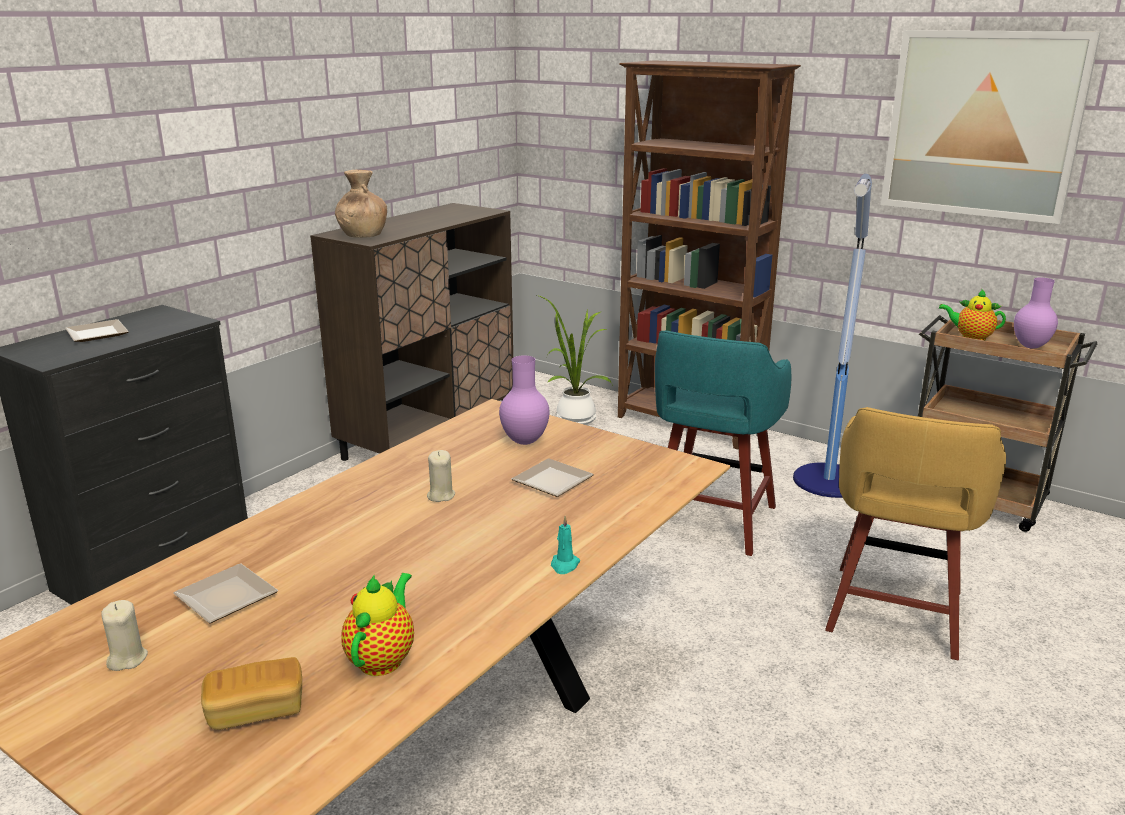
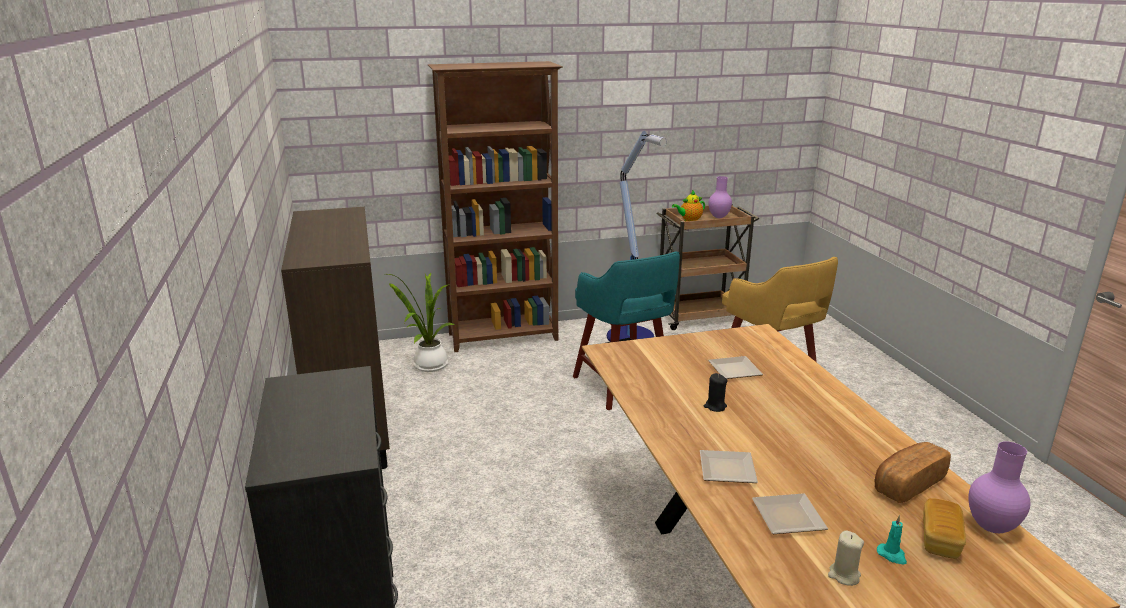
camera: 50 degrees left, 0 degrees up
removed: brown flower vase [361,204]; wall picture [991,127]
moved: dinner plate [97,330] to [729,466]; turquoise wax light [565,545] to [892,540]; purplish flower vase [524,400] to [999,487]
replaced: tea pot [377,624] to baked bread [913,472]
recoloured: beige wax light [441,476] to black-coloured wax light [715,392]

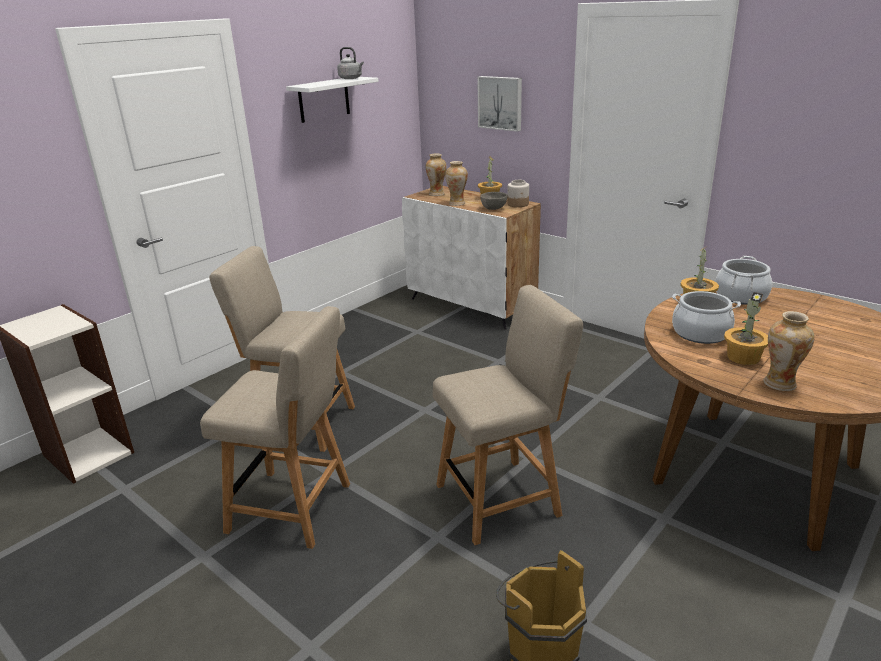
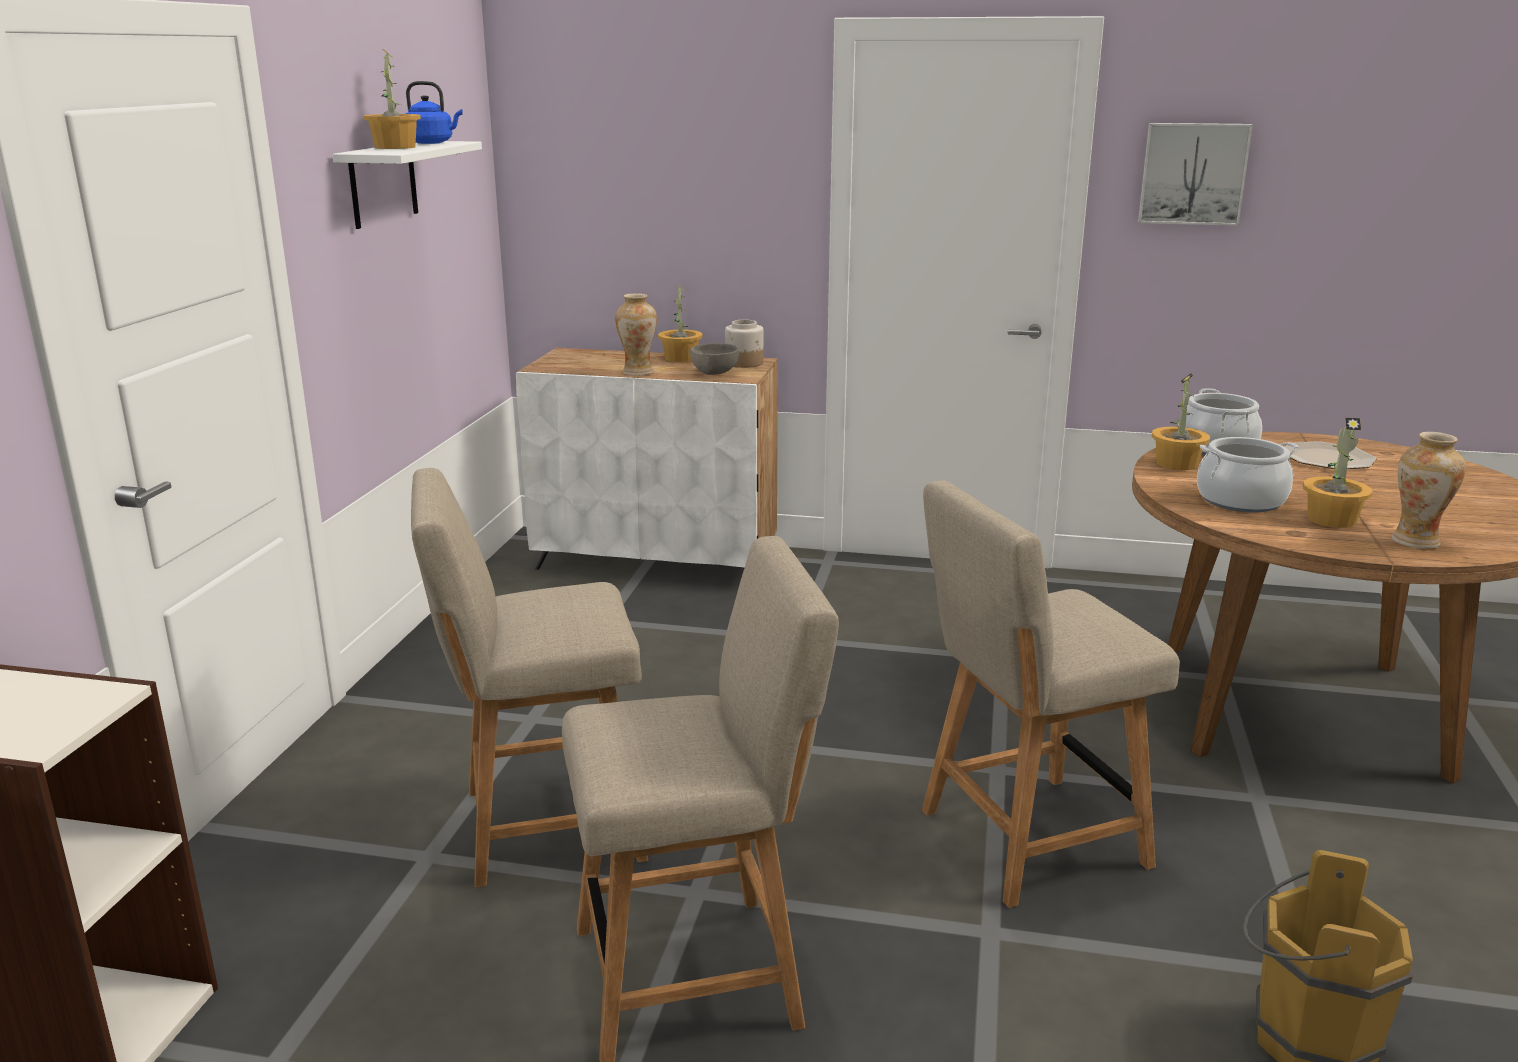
camera: 30 degrees left, 5 degrees down
removed: flower vase [436,174]
added: potted plant [392,99]; dinner plate [1331,455]
moved: wall picture [499,104] to [1195,174]
recoloured: grey kettle [350,63] to blue kettle [434,112]
turned: beige chair [508,415] = [1051,694] 150 degrees counterclockwise

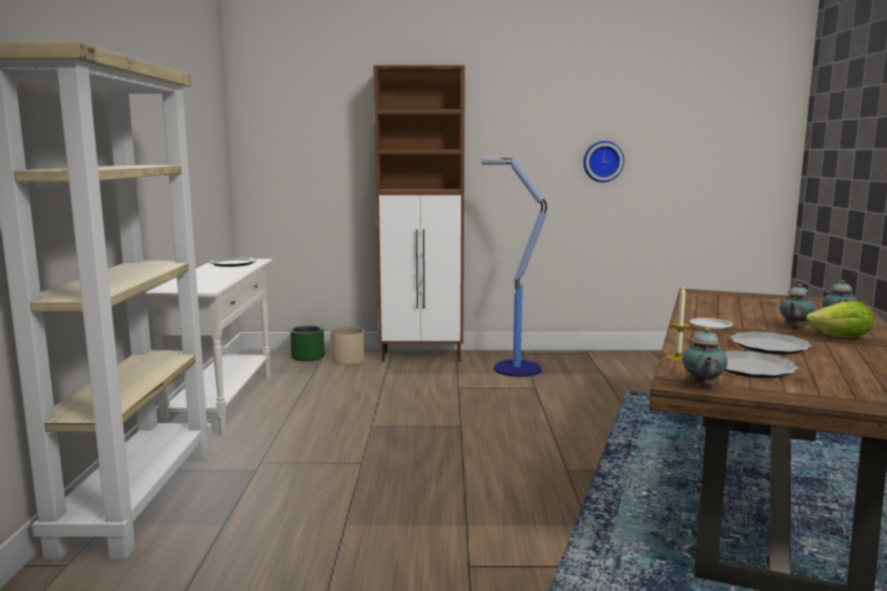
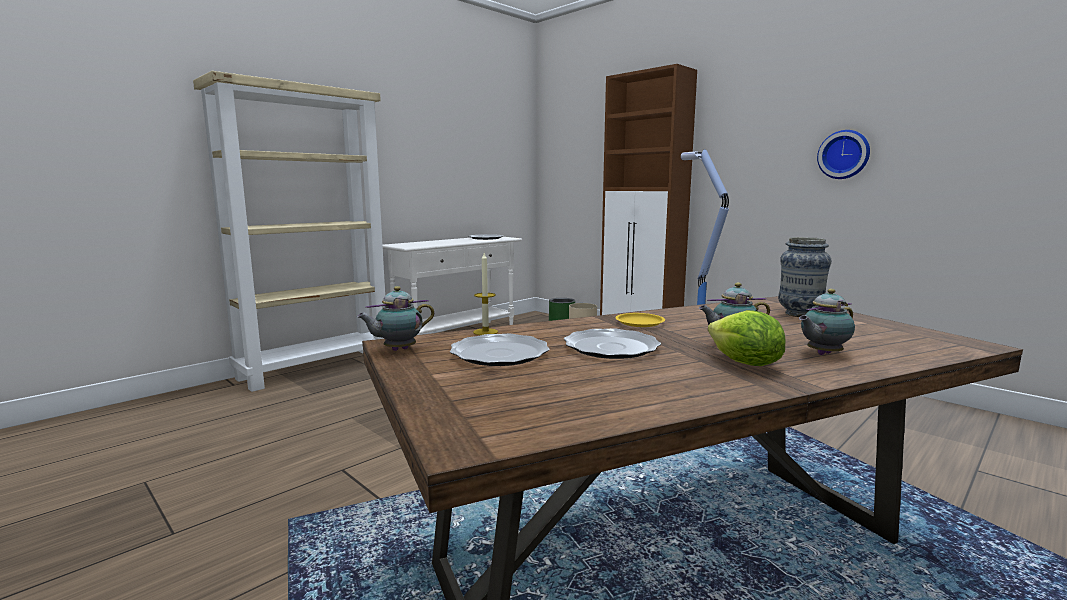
camera: 45 degrees right, 0 degrees up
added: flower vase [804,277]
recoloured: white-coloured dinner plate [711,324] to yellow dinner plate [640,320]

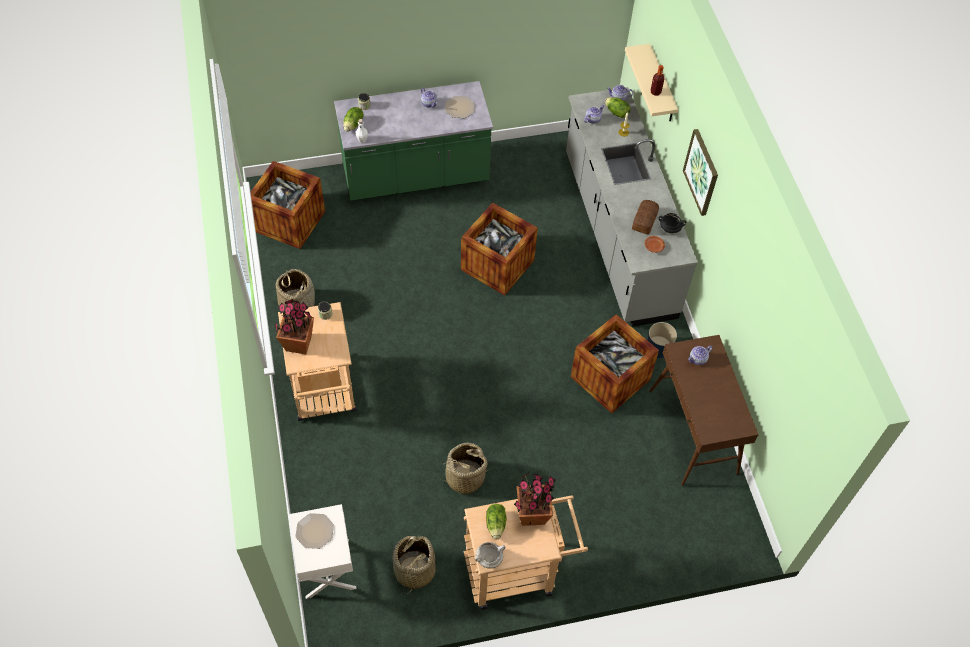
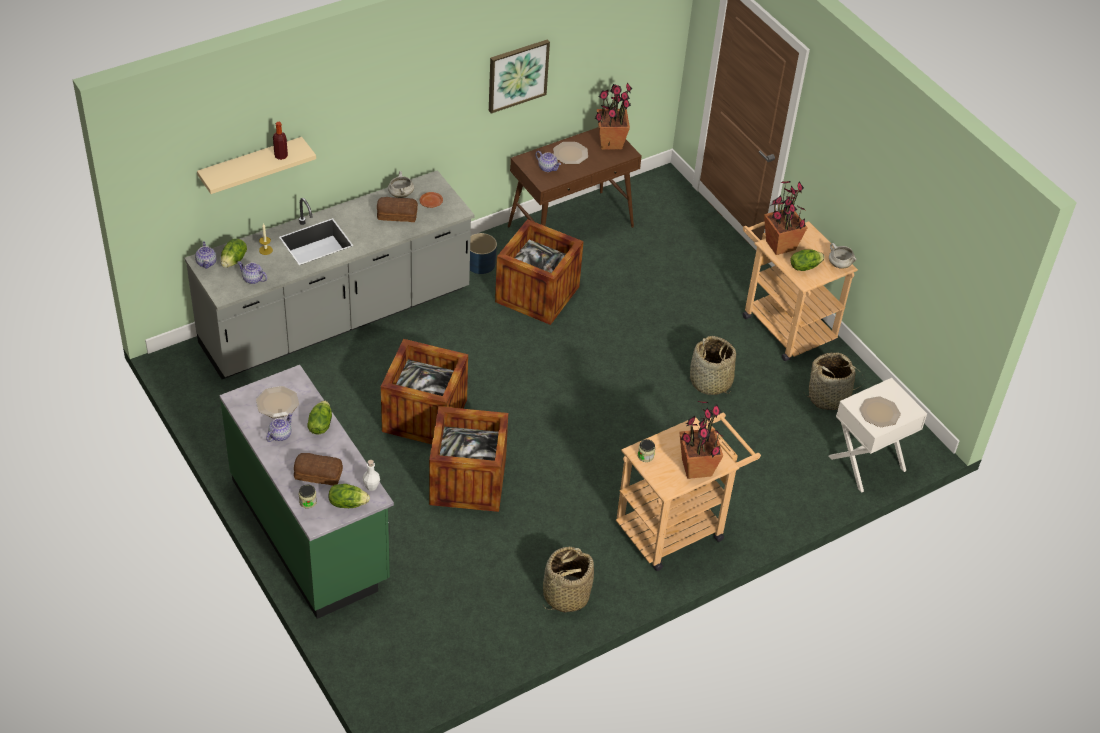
camera: 110 degrees left, 10 degrees down
added: baked bread [318,469]; lettuce [319,418]; dinner plate [570,153]; potted plant [613,116]
moved: shipping crate [288,205] to [468,459]; wall picture [700,172] to [519,77]
recoloured: black-coloured saucepot [672,223] to white-coloured saucepot [401,184]

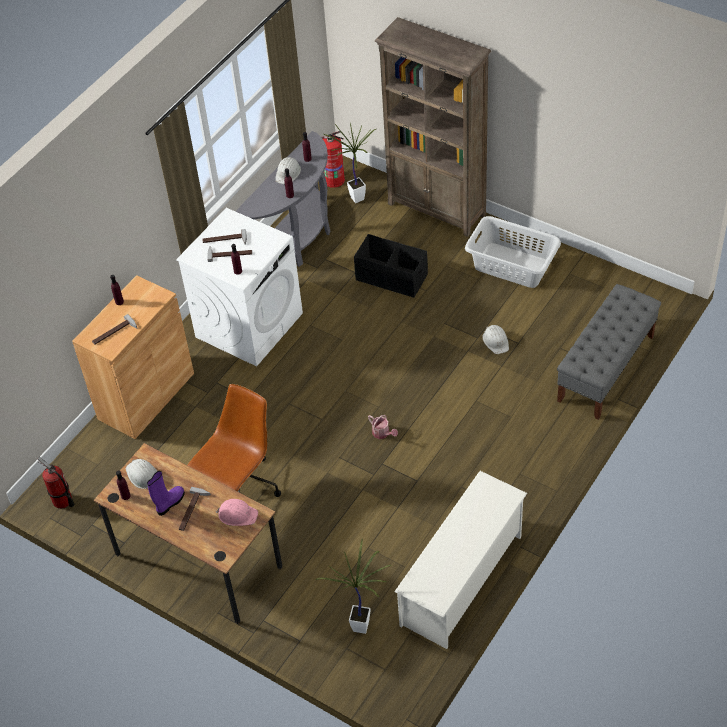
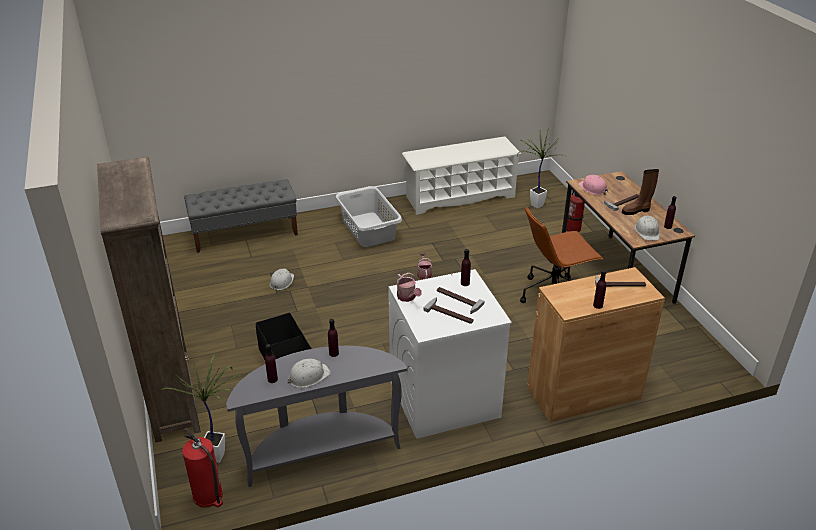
camera: 145 degrees left, 15 degrees down
added: watering can [409,287]
moved: grey laundry basket [513,252] to [368,216]; extinguisher [56,483] to [575,211]
recoloured: purplish boot [166,493] to brown boot [640,192]

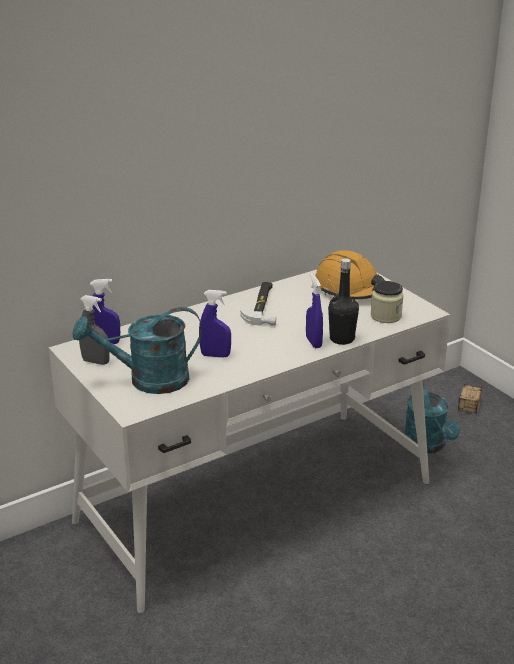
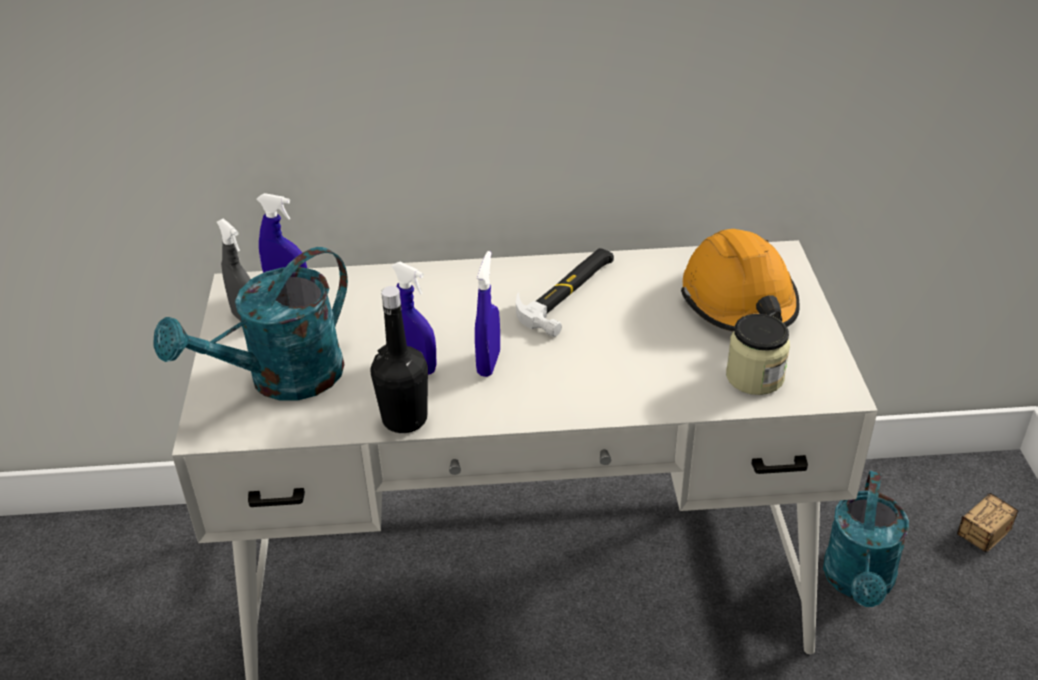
camera: 30 degrees right, 10 degrees up
moved: black-coloured drink bottle [343,301] to [399,359]; blue spray bottle [314,311] to [487,314]
turned: turquoise watering can [137,350] = [251,324] 60 degrees counterclockwise

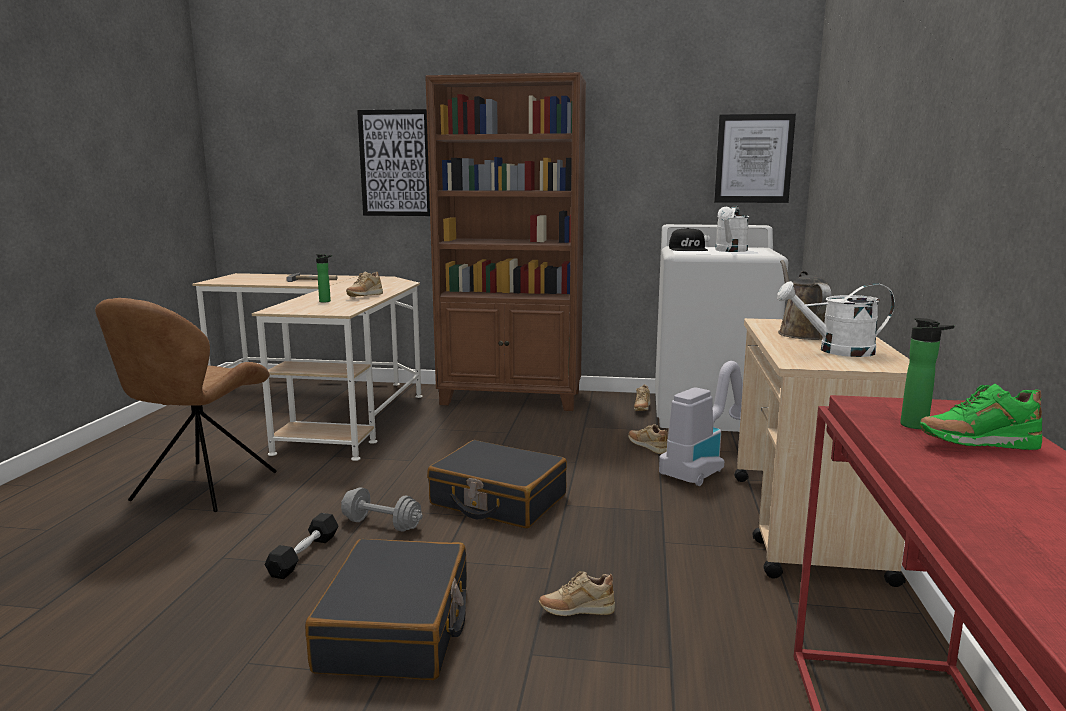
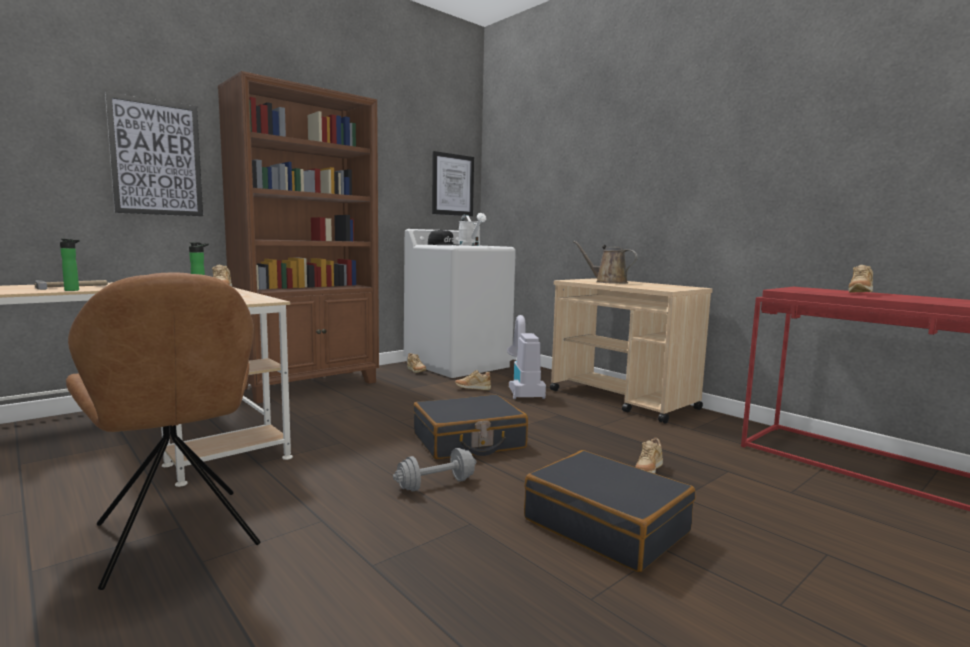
camera: 50 degrees left, 5 degrees down
removed: black-coloured hand weight [301,546]; white-coloured watering can [836,319]
moved: drink bottle [927,373] to [70,265]
recoloured: green-coloured low shoe [981,417] to beige low shoe [861,279]

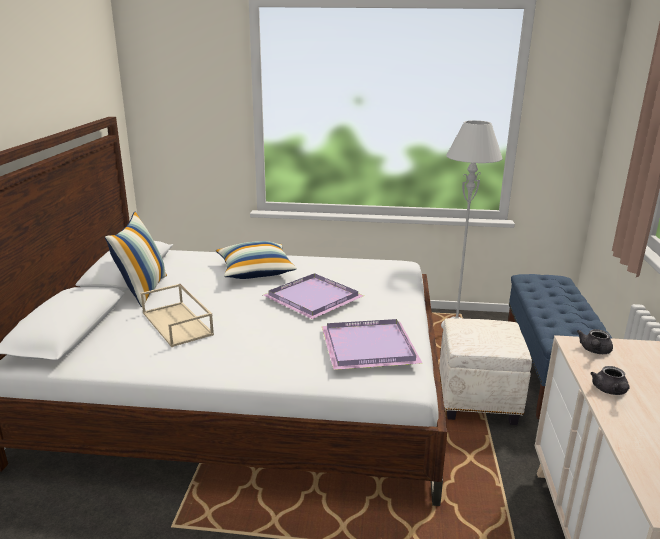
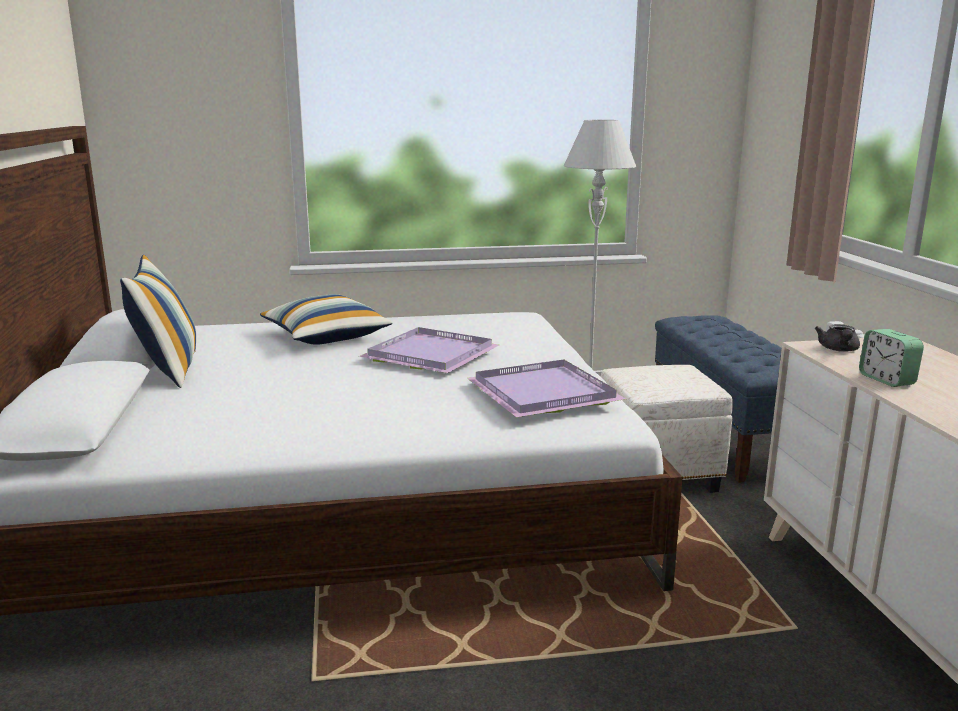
camera: 15 degrees left, 5 degrees down
removed: beige tray [177,315]
replaced: grey tea pot [610,380] to table clock [891,358]

